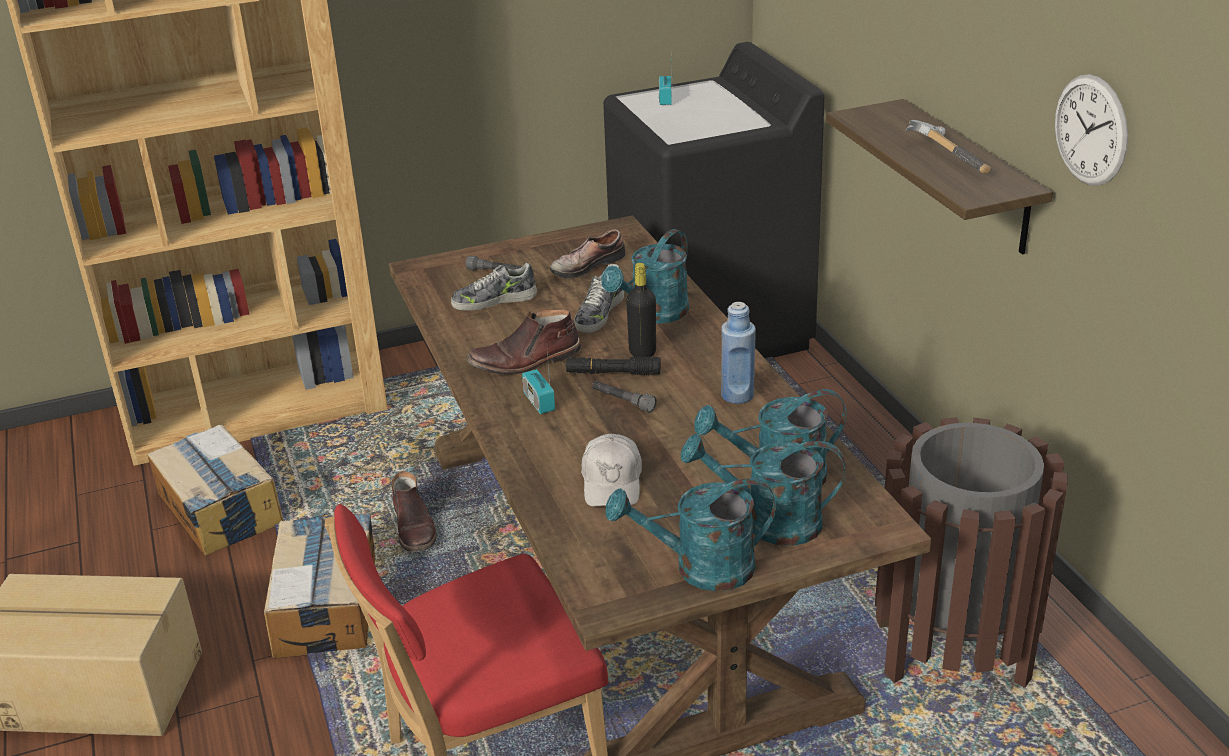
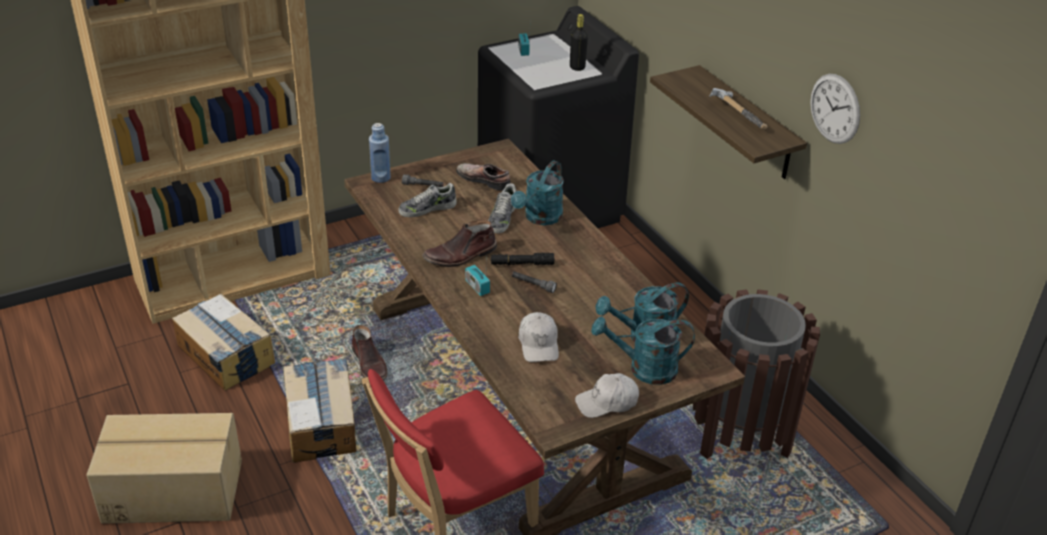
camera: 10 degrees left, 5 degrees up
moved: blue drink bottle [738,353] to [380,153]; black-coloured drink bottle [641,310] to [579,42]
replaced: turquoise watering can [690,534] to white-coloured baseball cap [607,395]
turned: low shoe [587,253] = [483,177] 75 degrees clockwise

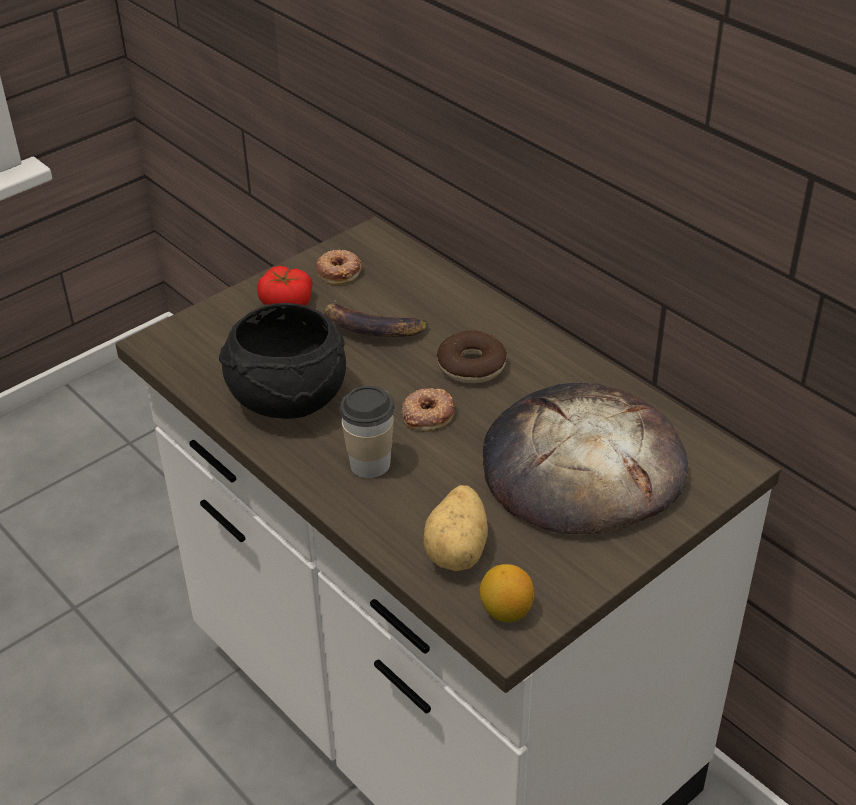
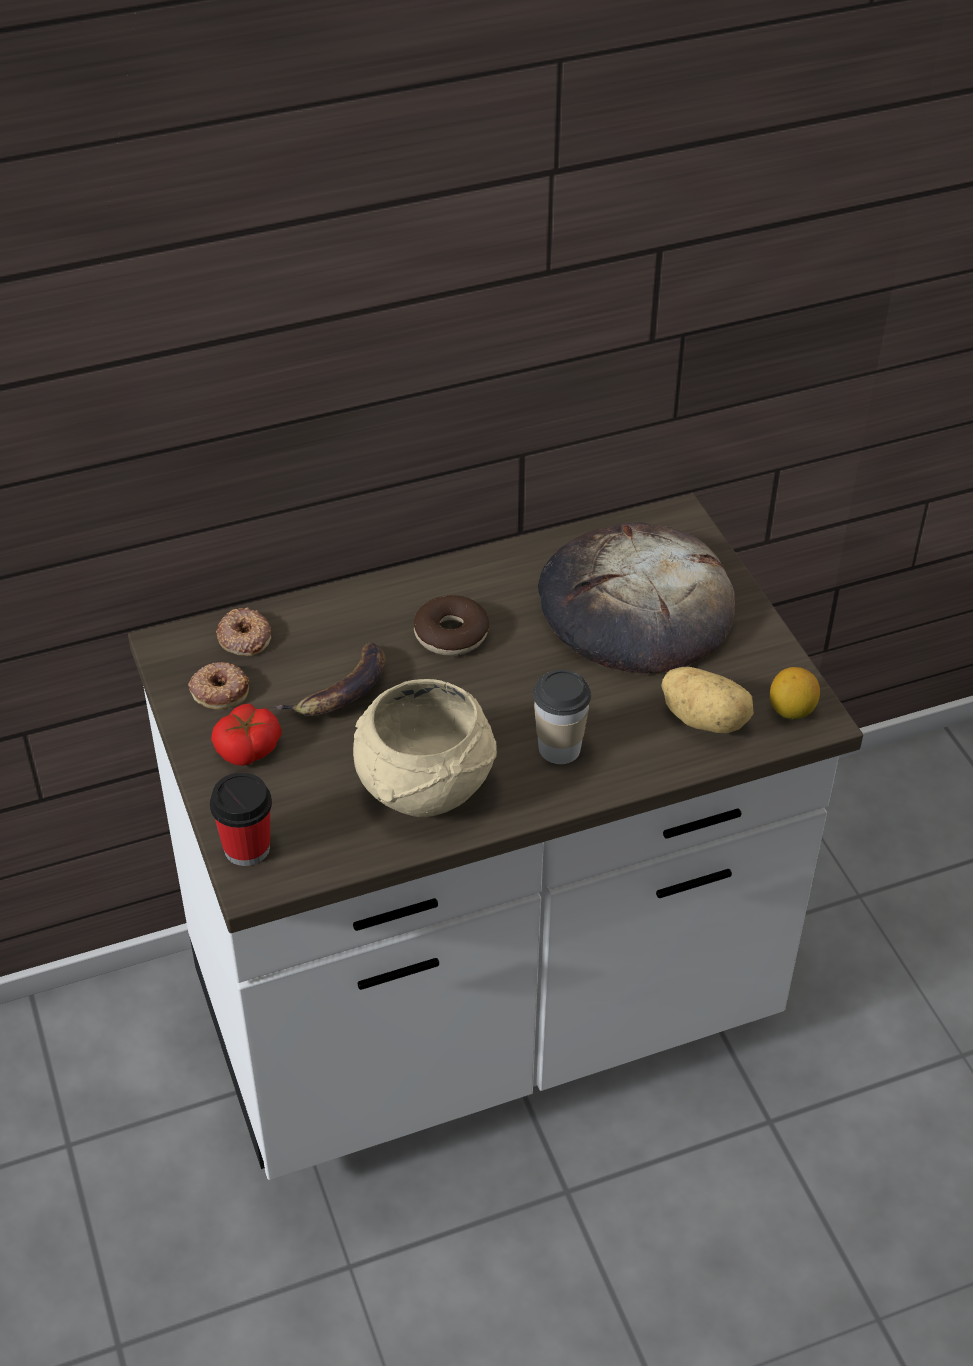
camera: 70 degrees left, 5 degrees up
added: small cup [241,819]
moved: doughnut [428,410] to [243,631]
recoloured: black-coloured deep dish [282,361] to beige deep dish [425,748]

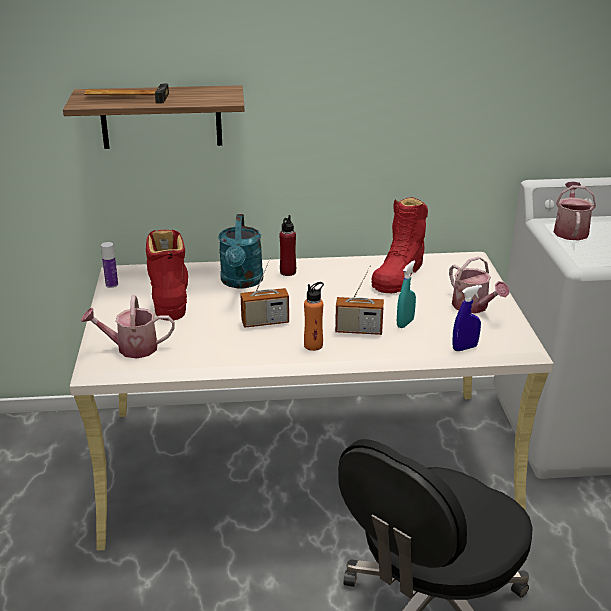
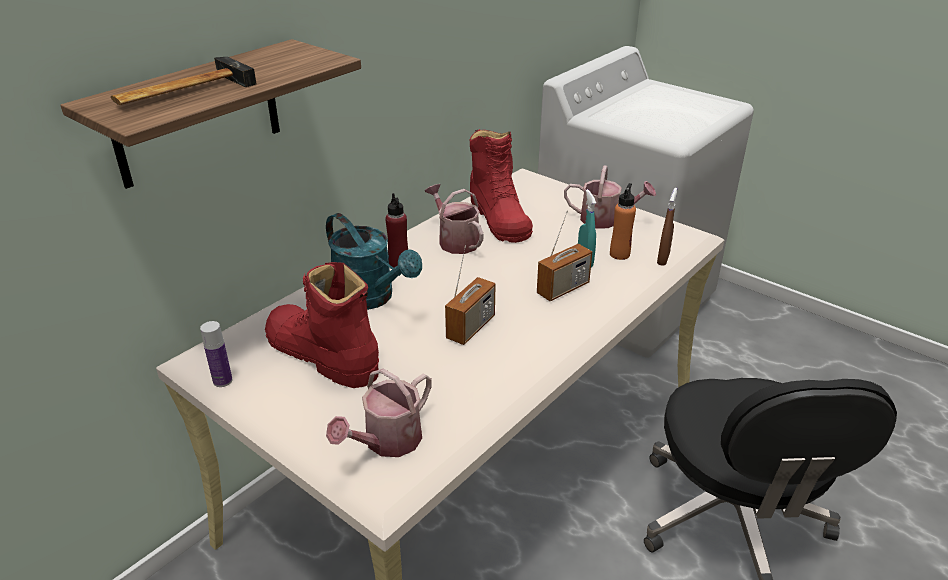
camera: 45 degrees left, 5 degrees up
moved: watering can [575,210] to [454,219]; orangey drink bottle [314,316] to [623,221]
recoloured: blue spray bottle [467,318] to brown spray bottle [667,227]

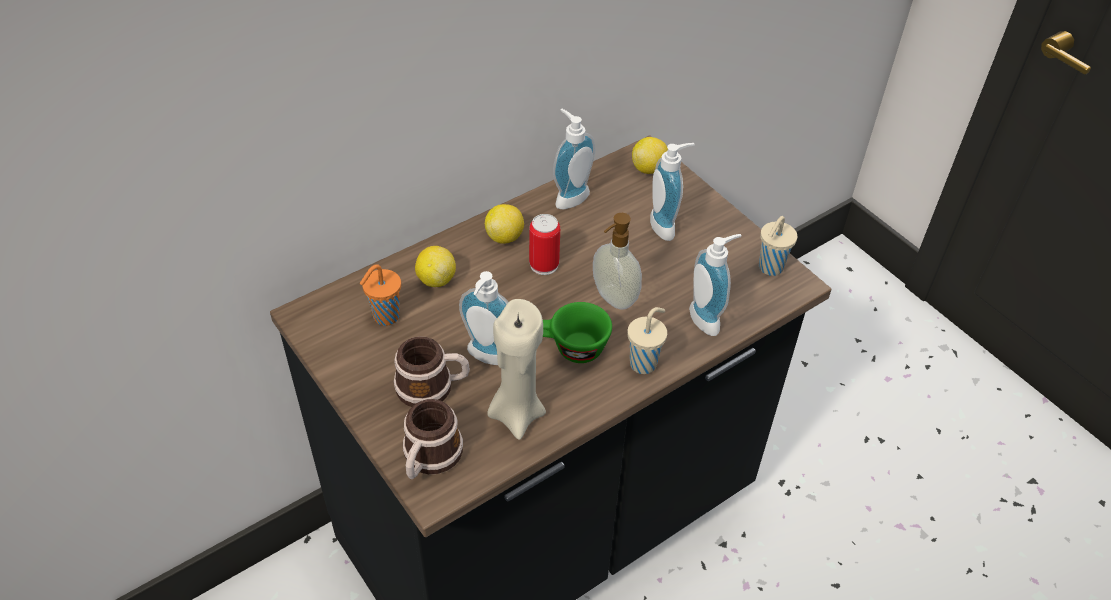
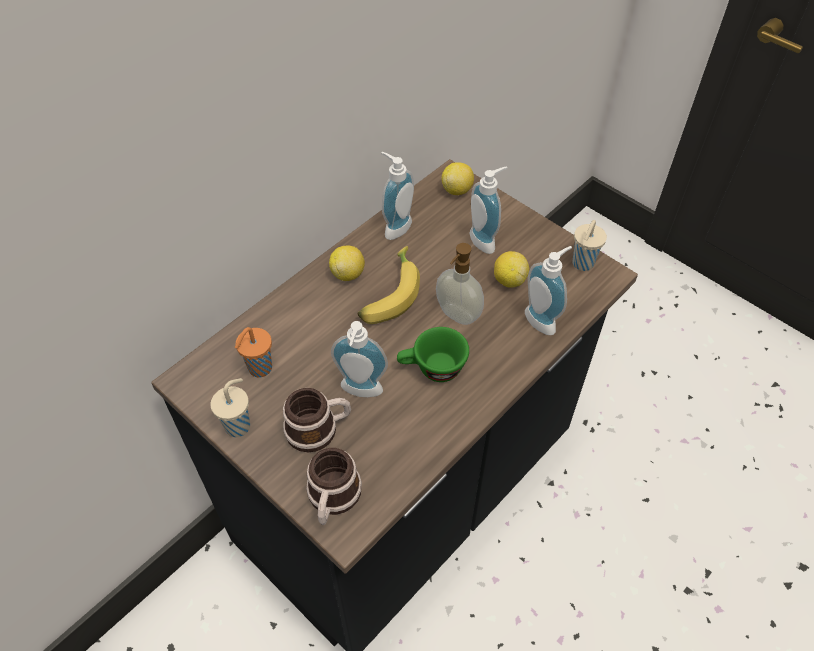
camera: 10 degrees left, 5 degrees up
removed: beige wax light [516,369]
moved: beige small cup [647,340] to [230,407]; lemon [435,266] to [511,269]
replaced: can [544,244] to banana fruit [389,285]

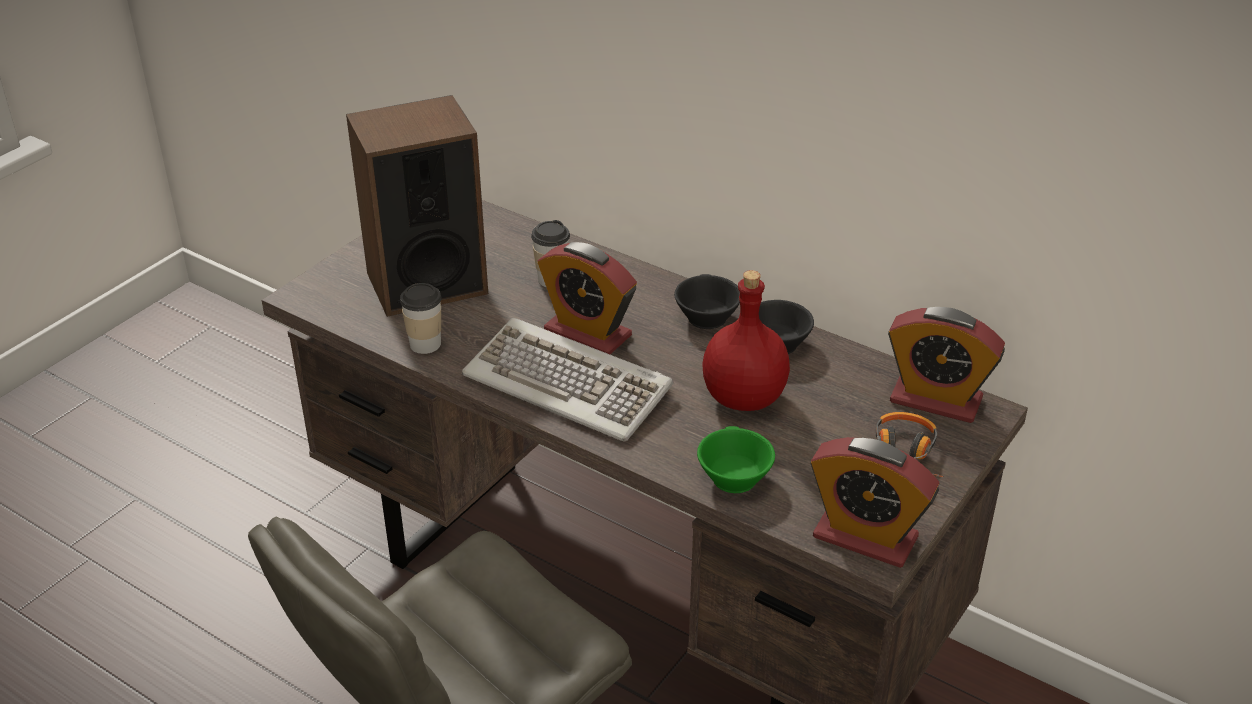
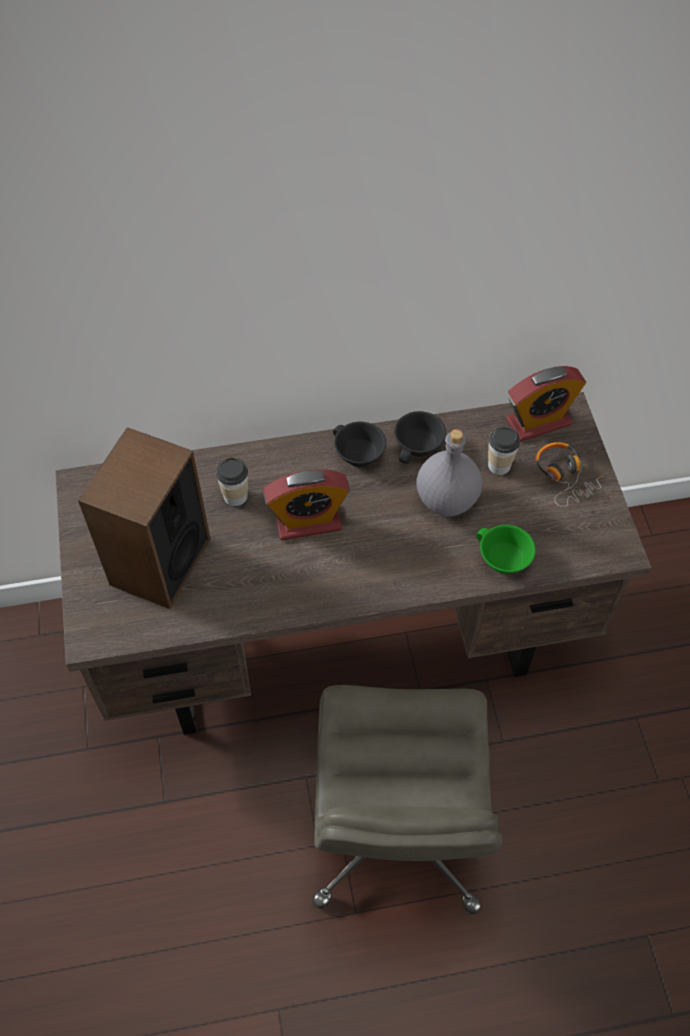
camera: 45 degrees left, 20 degrees up
removed: computer keyboard [568,380]; table clock [874,502]
moved: small cup [420,318] to [504,450]
recoloured: red-coloured drink bottle [746,340] to grey drink bottle [449,472]

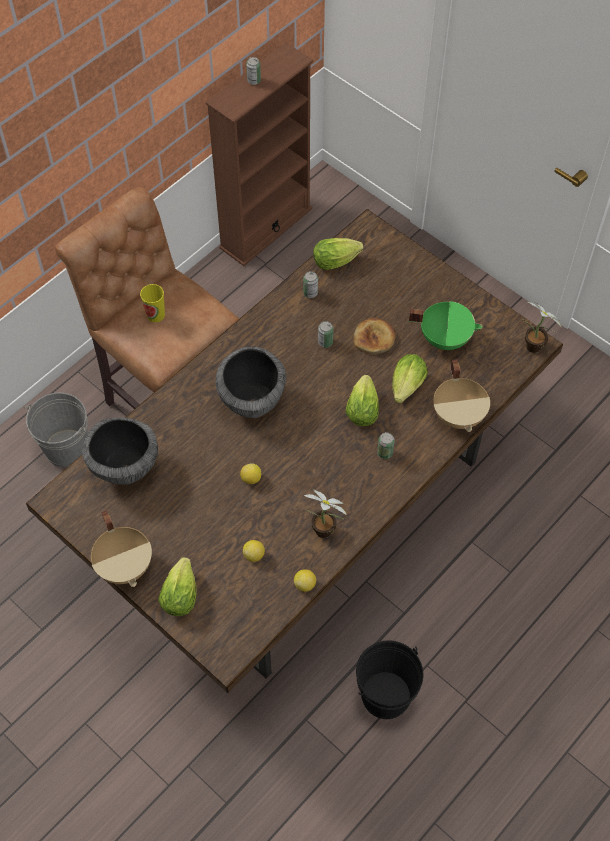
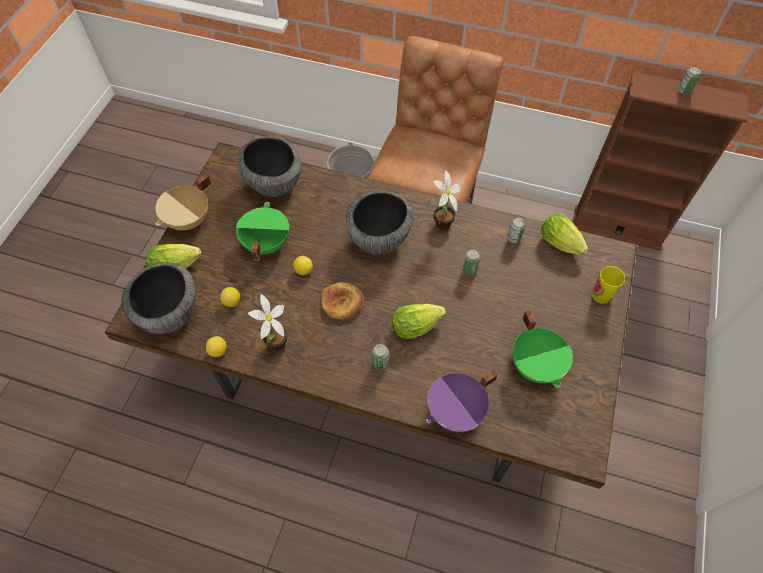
camera: 65 degrees right, 0 degrees up
removed: black-coloured water bucket [390,679]; lettuce [410,378]
added: deep dish [158,298]; green-coloured saucepot [262,231]
moved: baked bread [374,336] to [342,301]; potted plant [542,327] to [447,200]; small cup [152,303] to [608,285]
recoloured: beige saucepot [461,395] to purplish saucepot [462,401]

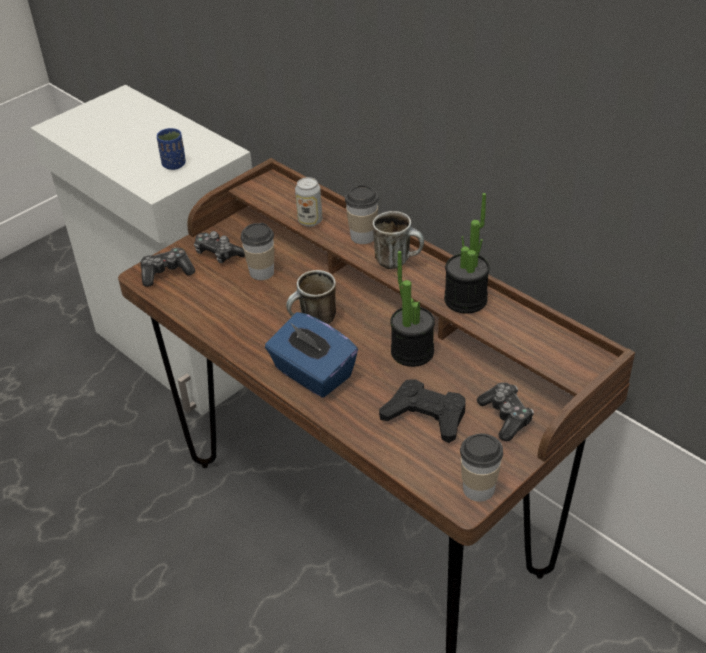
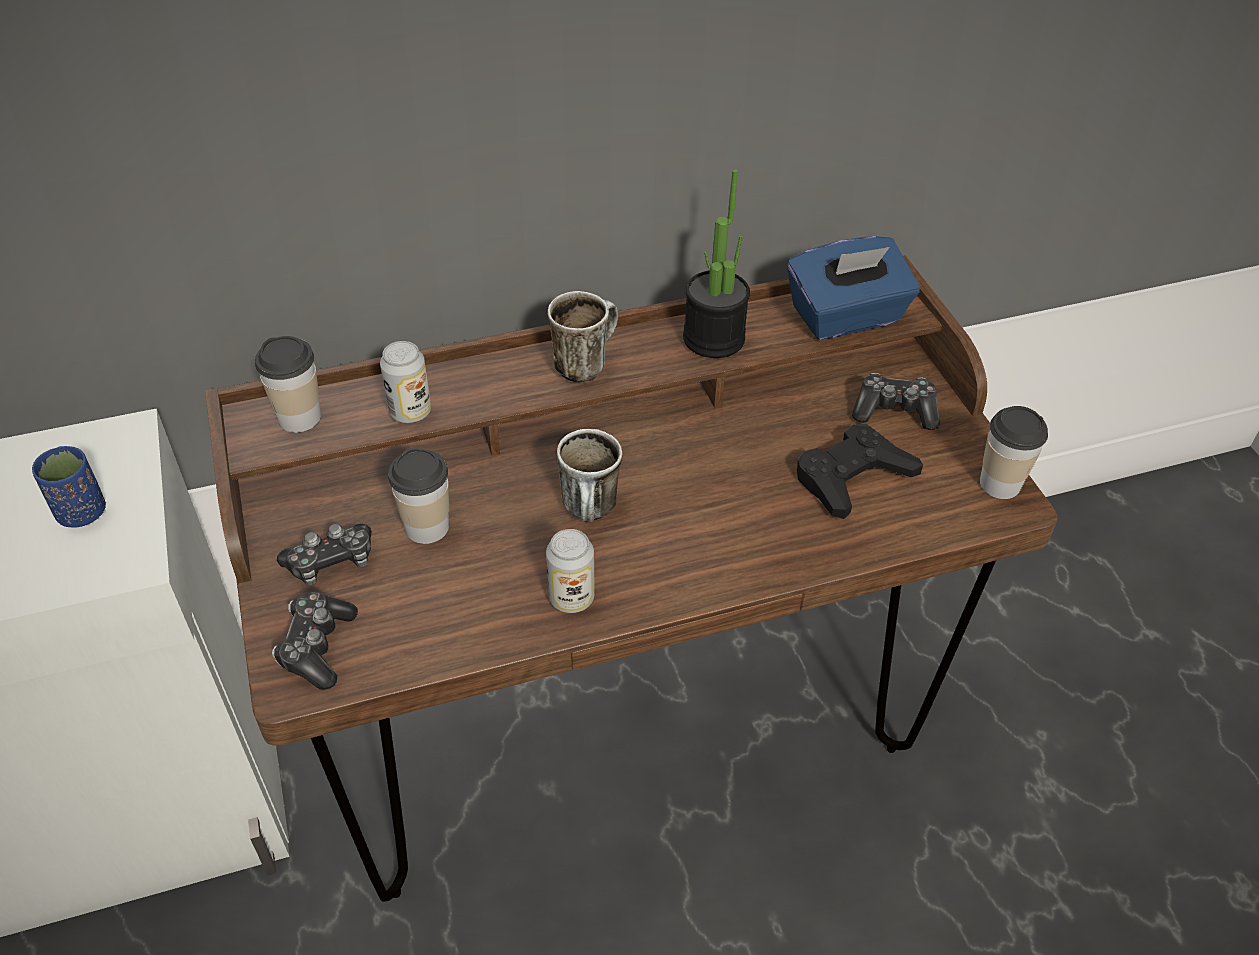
camera: 65 degrees left, 5 degrees up
removed: potted plant [412,309]
added: can [570,571]
moved: small cup [362,214] to [288,384]; blue tissue holder [311,355] to [853,288]

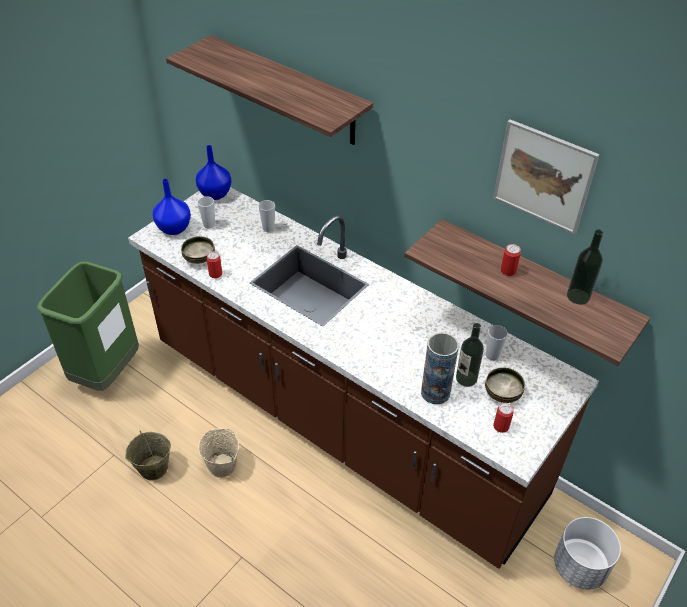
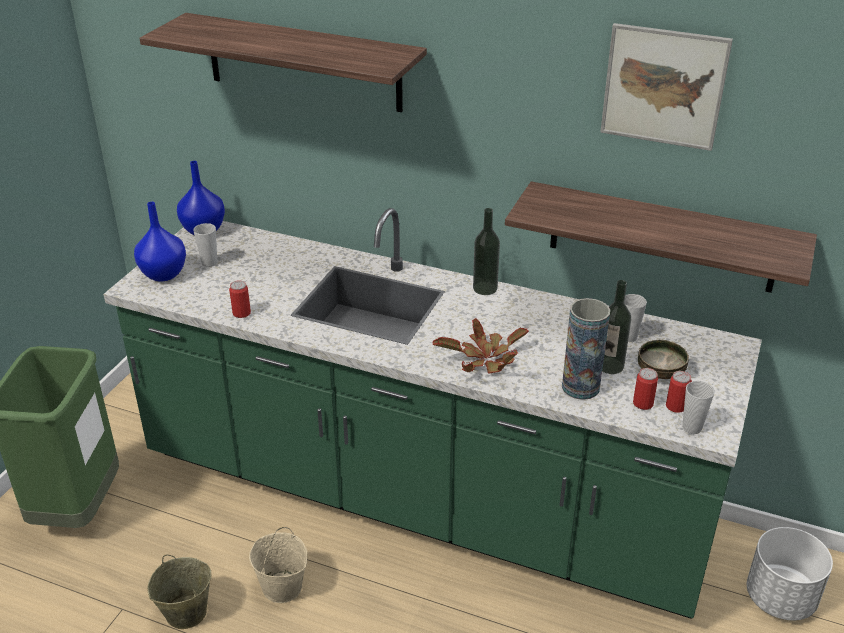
camera: 15 degrees left, 10 degrees down
removed: deep dish [198,250]
added: potted plant [481,346]
moved: drink bottle [585,267] to [486,251]; can [511,260] to [645,389]; small cup [266,216] to [698,407]
recoloured: brown kitchen base unit [363,378] to green-coloured kitchen base unit [432,413]

